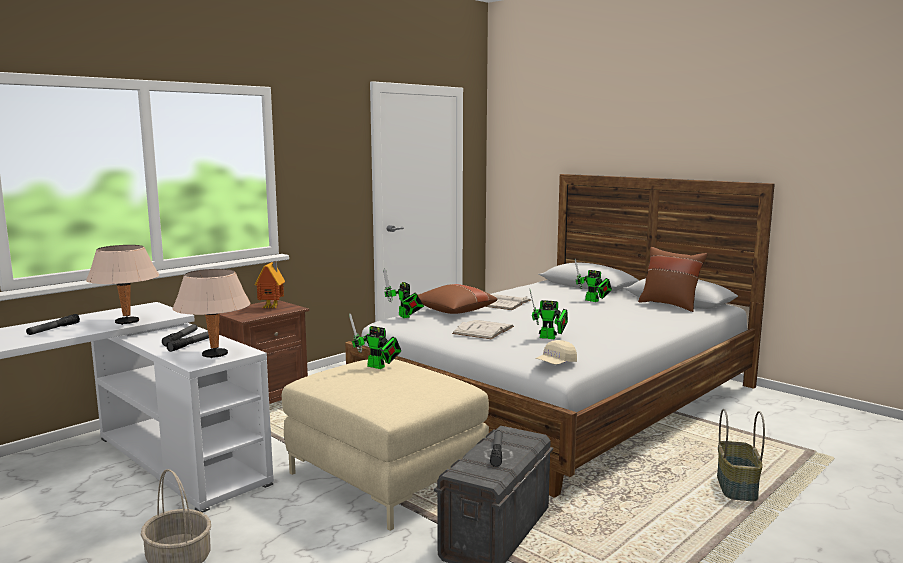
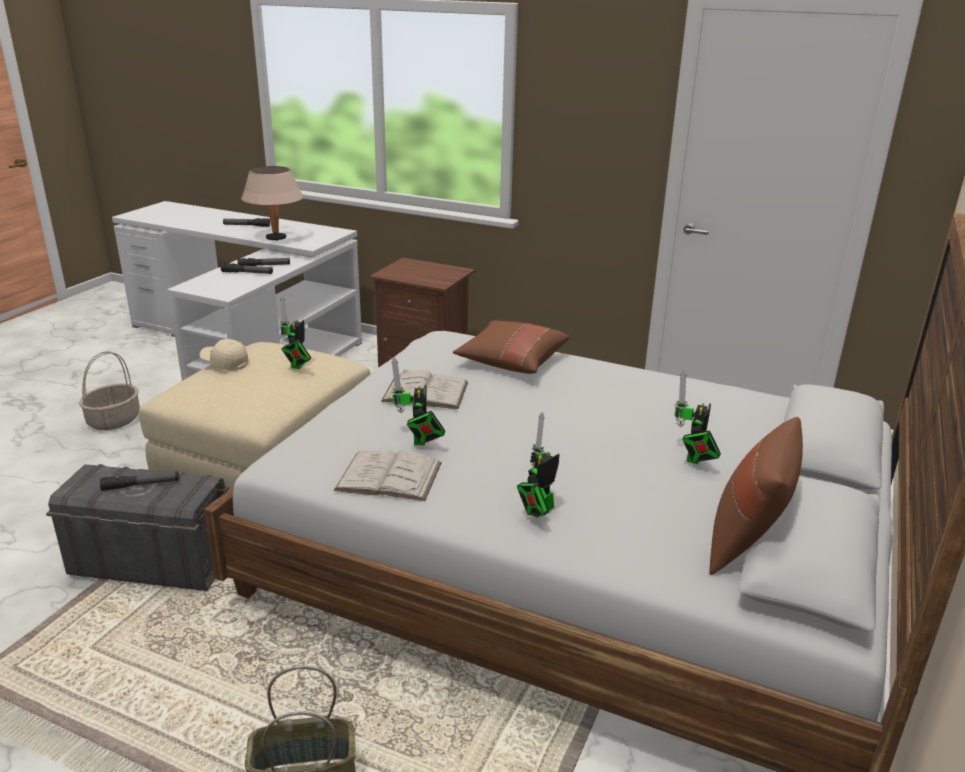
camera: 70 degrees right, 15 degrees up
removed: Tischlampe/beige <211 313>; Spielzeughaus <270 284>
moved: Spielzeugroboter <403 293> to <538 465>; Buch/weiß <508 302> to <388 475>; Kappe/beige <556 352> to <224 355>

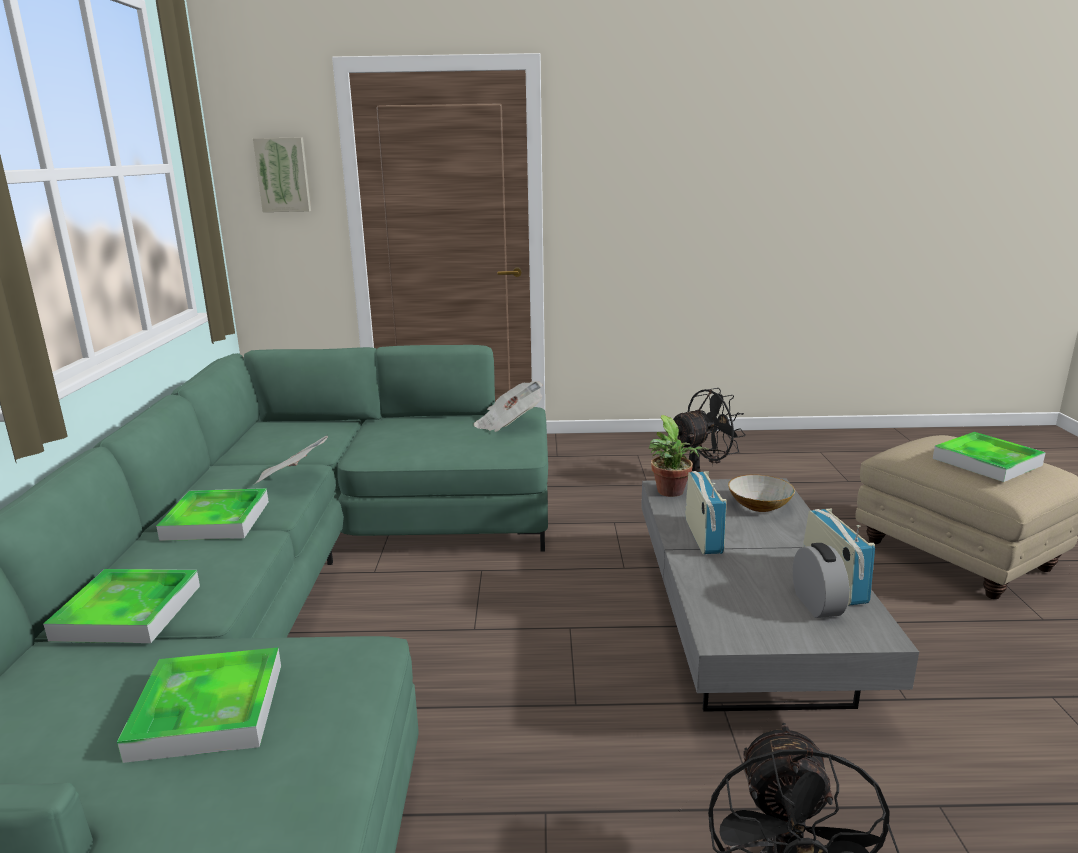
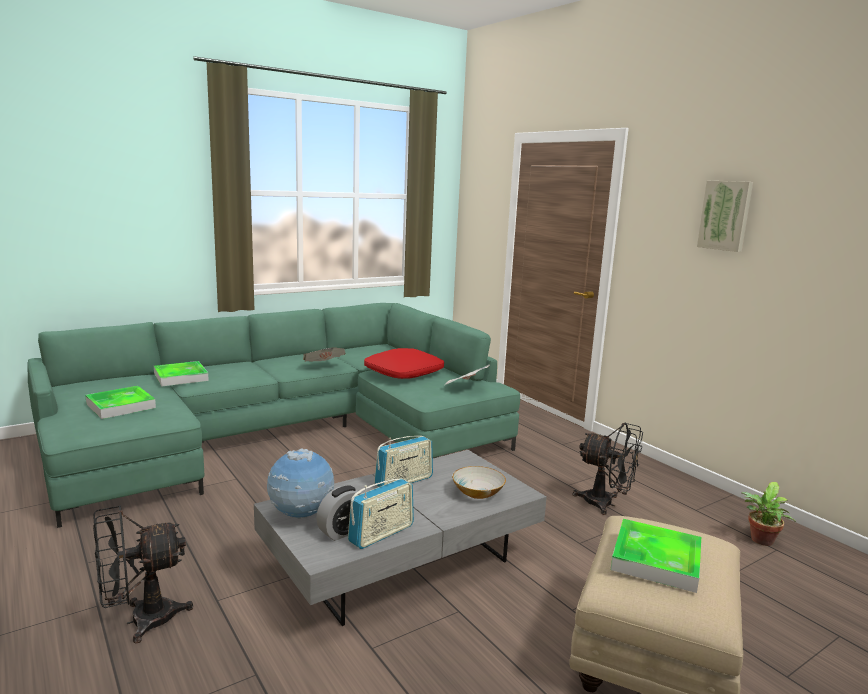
camera: 55 degrees right, 5 degrees down
removed: Tablett <212 514>
added: Globus <300 483>; Kissen/rot <404 363>
moved: Bild <282 175> to <725 216>; Topfpflanze <678 456> to <768 514>

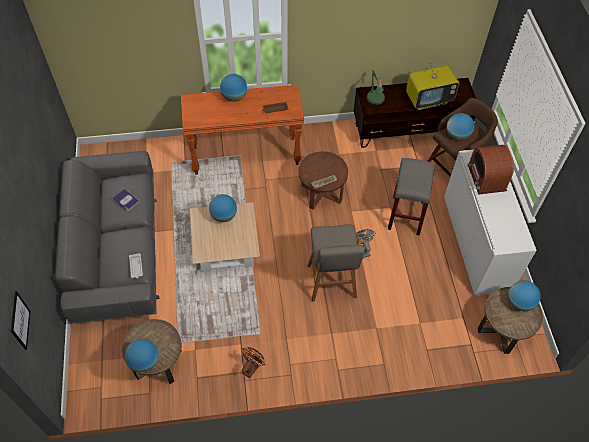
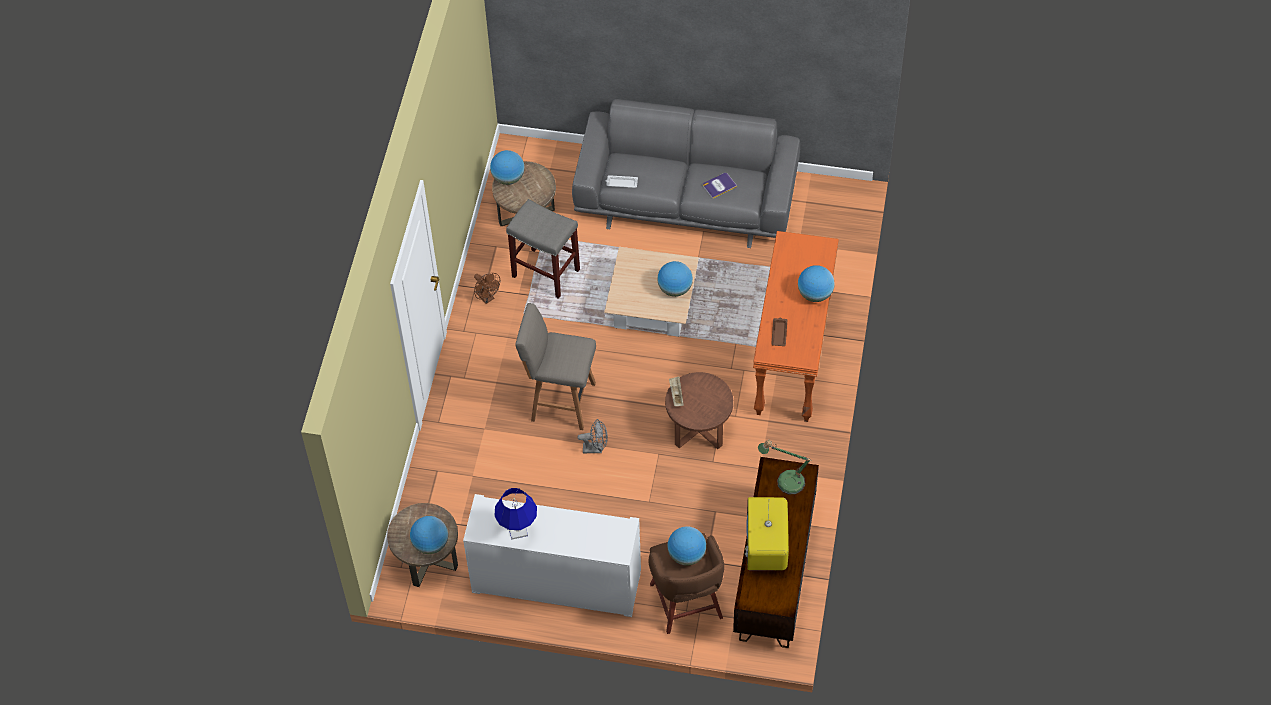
camera: 110 degrees right, 0 degrees up
removed: Bild <20 320>; Radio <490 170>
added: Tischlampe/blau <515 514>
moved: Hocker/grau <411 196> to <543 249>

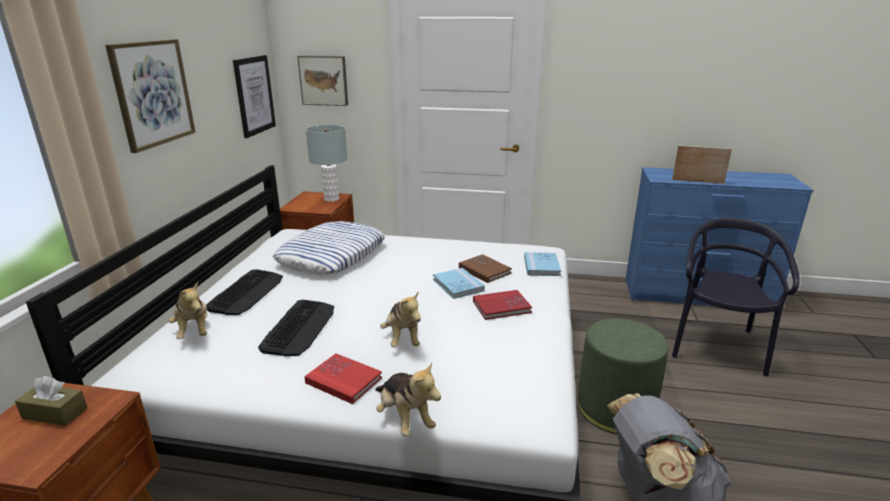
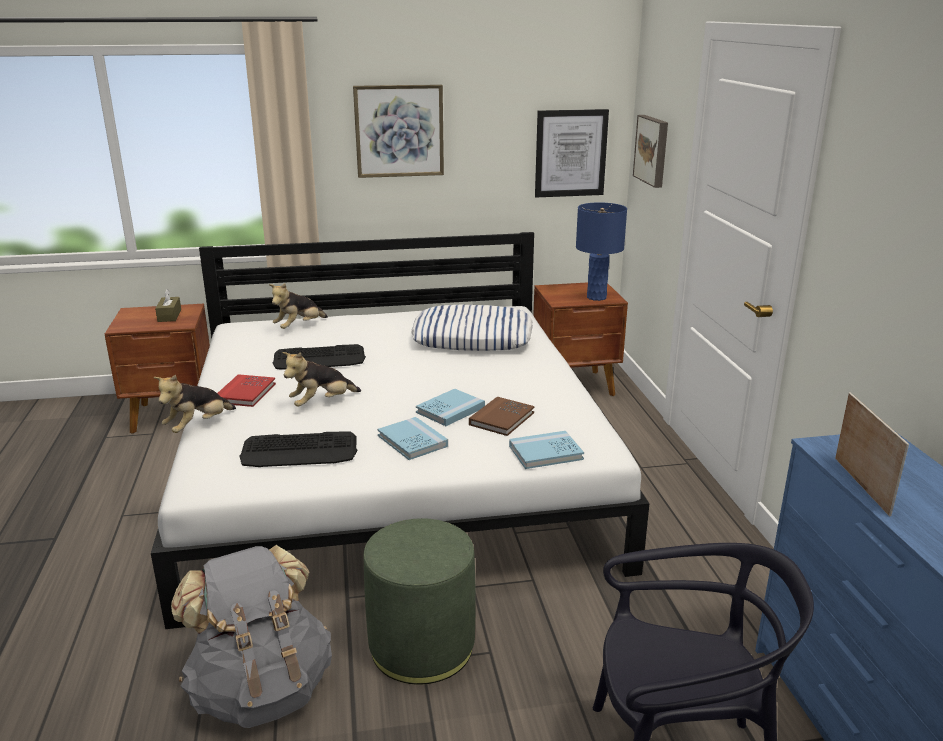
camera: 70 degrees right, 0 degrees up
moved: Tastatur <244 292> to <298 449>
recoloured: Tischlampe/grau <326 163> to Tischlampe/blau <601 251>; Buch/rot <502 305> to Buch/blau <412 438>

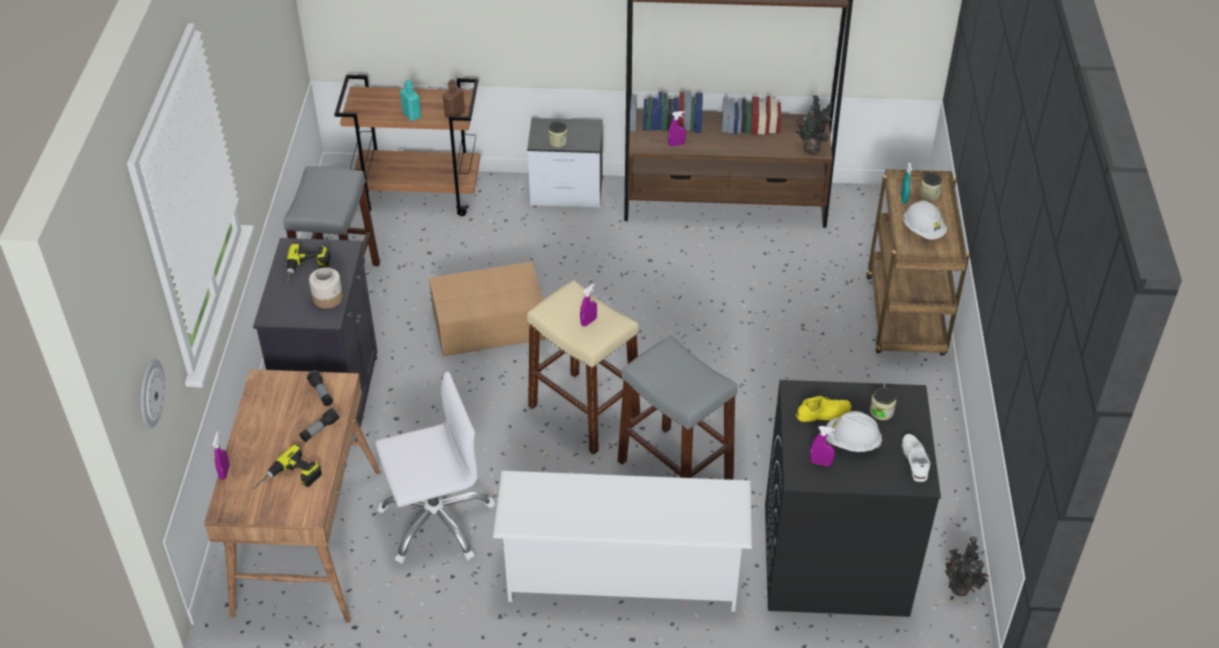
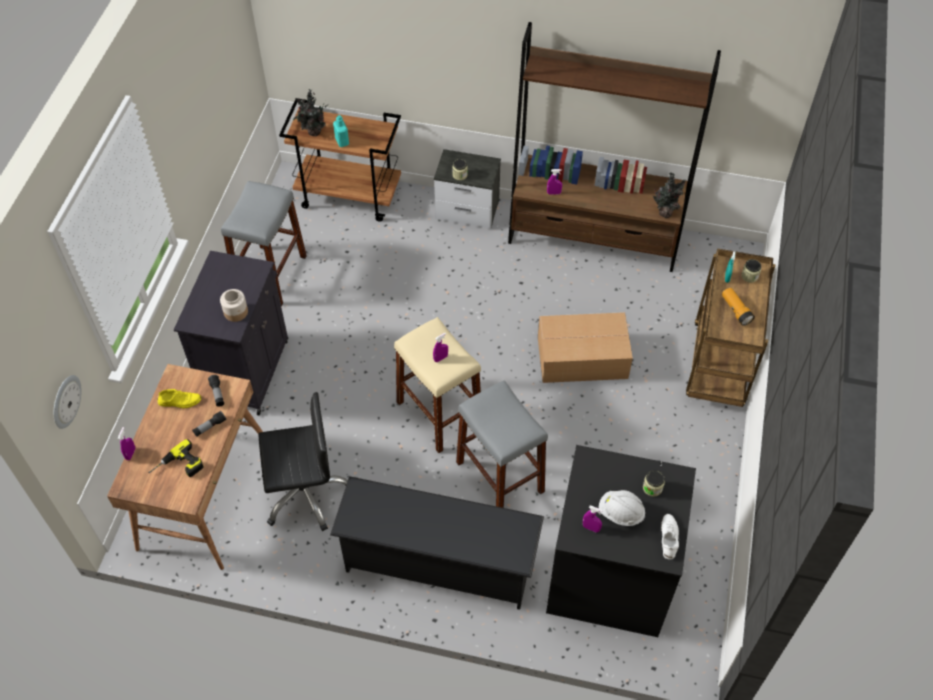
camera: 10 degrees right, 10 degrees up
removed: Bohrmaschine <308 265>; Flasche/braun <454 100>
moved: Karton <488 309> to <585 347>; Schuh/gelb <823 409> to <180 398>; Topfpflanze <967 566> to <310 112>
replaced: Schutzhelm/weiß <925 220> to Taschenlampe <738 307>
recoloured: Bürostuhl/weiß <435 468> to Bürostuhl/schwarz <303 461>; Schuhregal/weiß <622 541> to Schuhregal/schwarz <437 543>

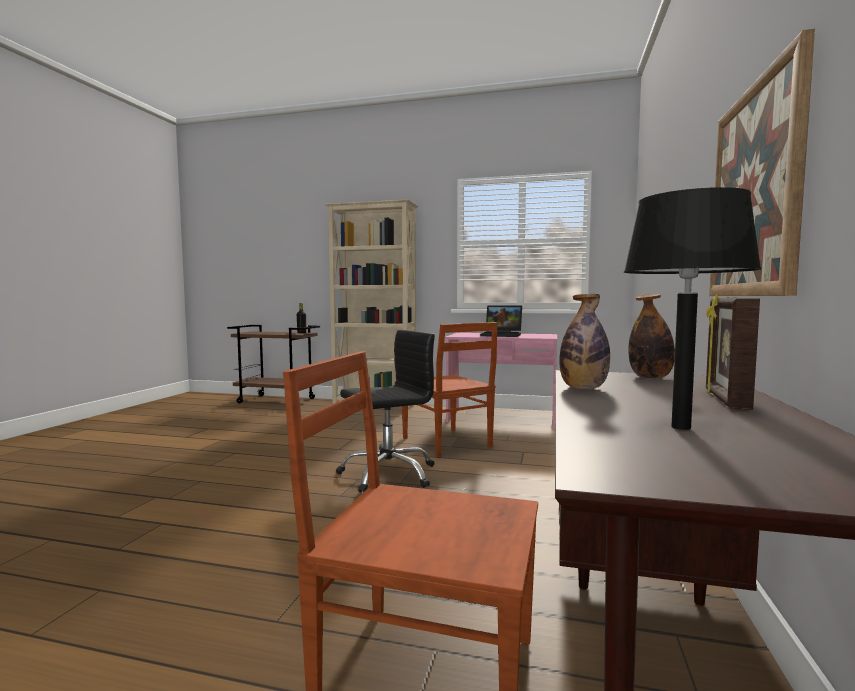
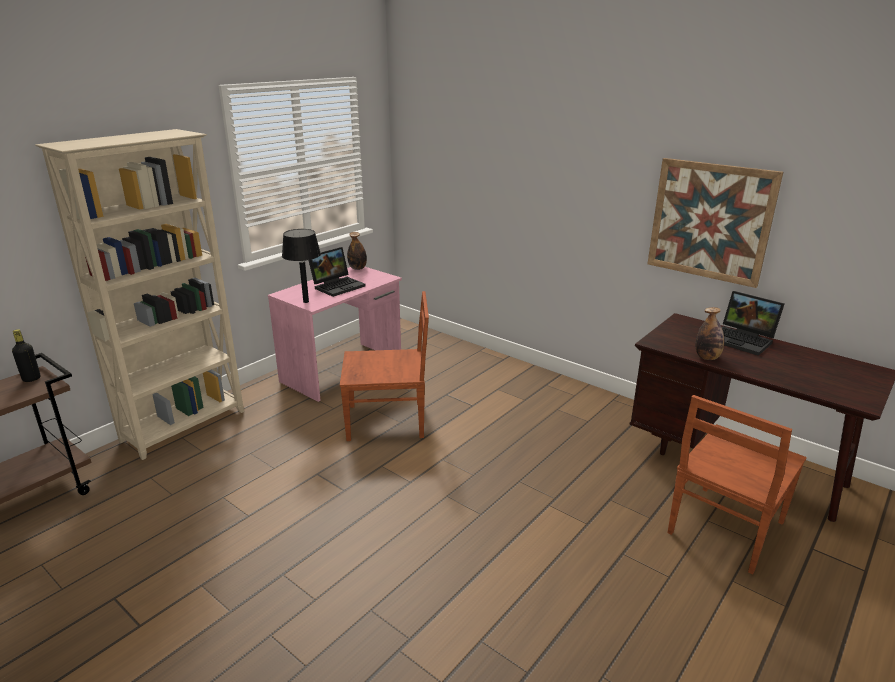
camera: 65 degrees left, 20 degrees up
removed: Bürostuhl/schwarz <385 411>
moved: Tischlampe/schwarz <693 308> to <301 266>; Flasche <651 336> to <357 251>
replaced: Bilderrahmen <733 352> to Laptop <753 323>

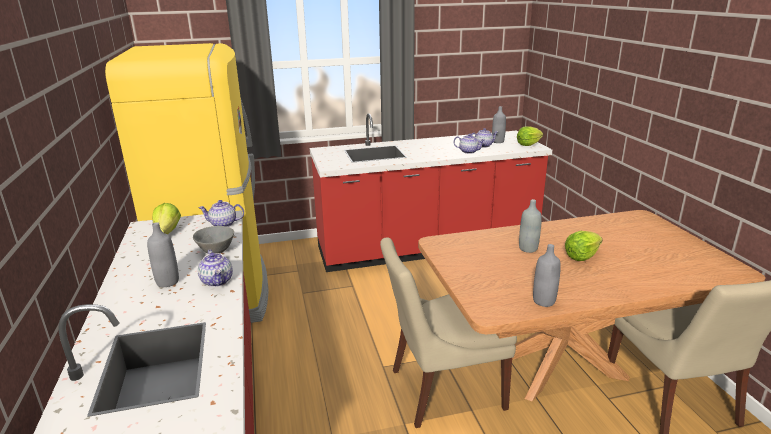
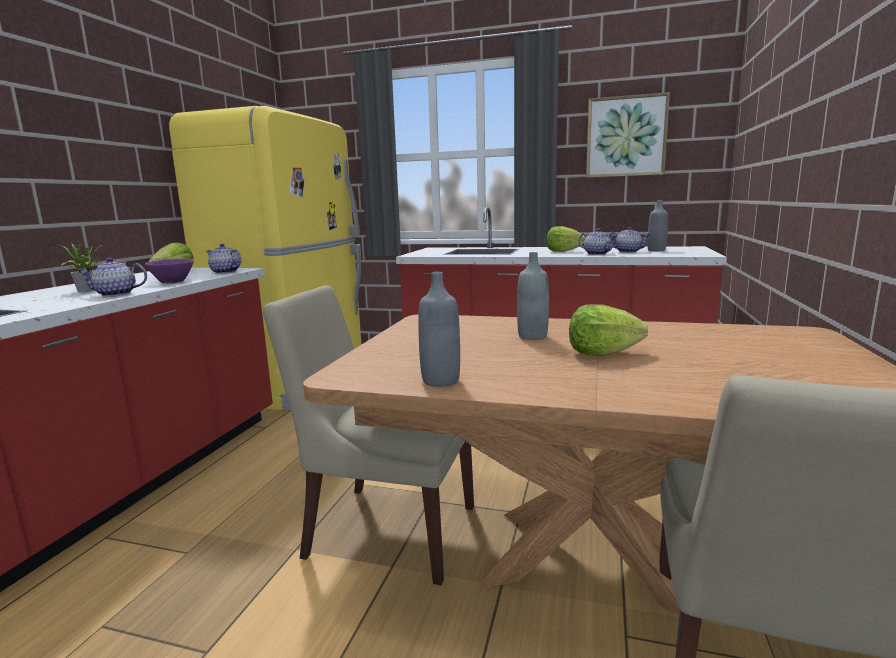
camera: 30 degrees right, 10 degrees down
added: Bild <628 135>
moved: Salatkopf <530 136> to <566 239>
replaced: Flasche/grau <163 254> to Topfpflanze <79 267>
recoloured: Schüssel/grau <213 239> to Schüssel/lila <169 271>
turned: Teekanne <215 268> = <112 277> 75 degrees clockwise

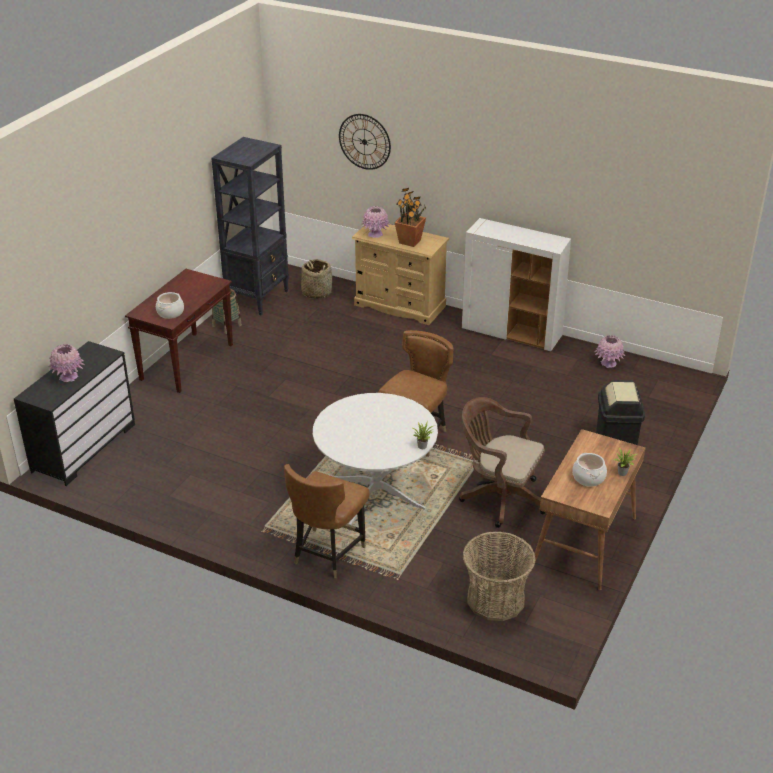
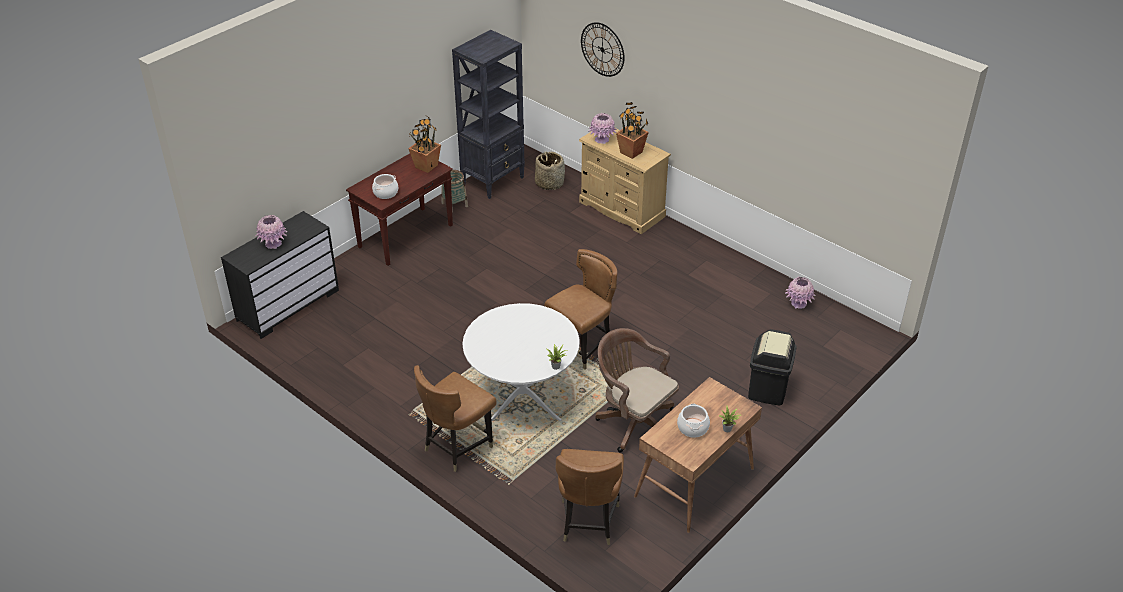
camera: 15 degrees right, 5 degrees up
removed: Schrank/weiß <516 285>
added: Topfpflanze <424 144>
replaced: Korb <499 576> to Stuhl/braun <590 497>

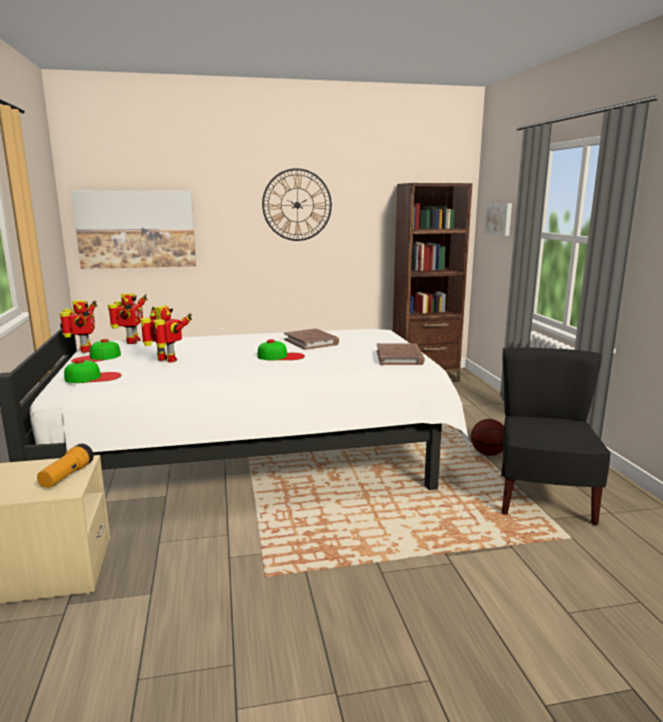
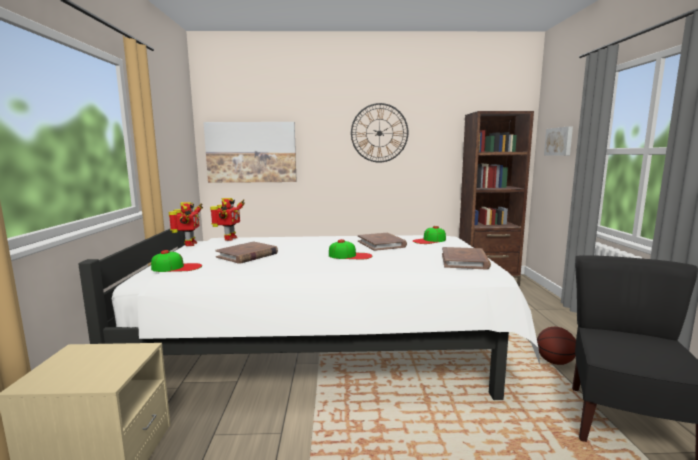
camera: 10 degrees right, 5 degrees down
removed: Taschenlampe <65 466>
moved: Kappe <96 351> to <429 235>
replaced: Spielzeugroboter <166 334> to Buch/braun <246 252>

